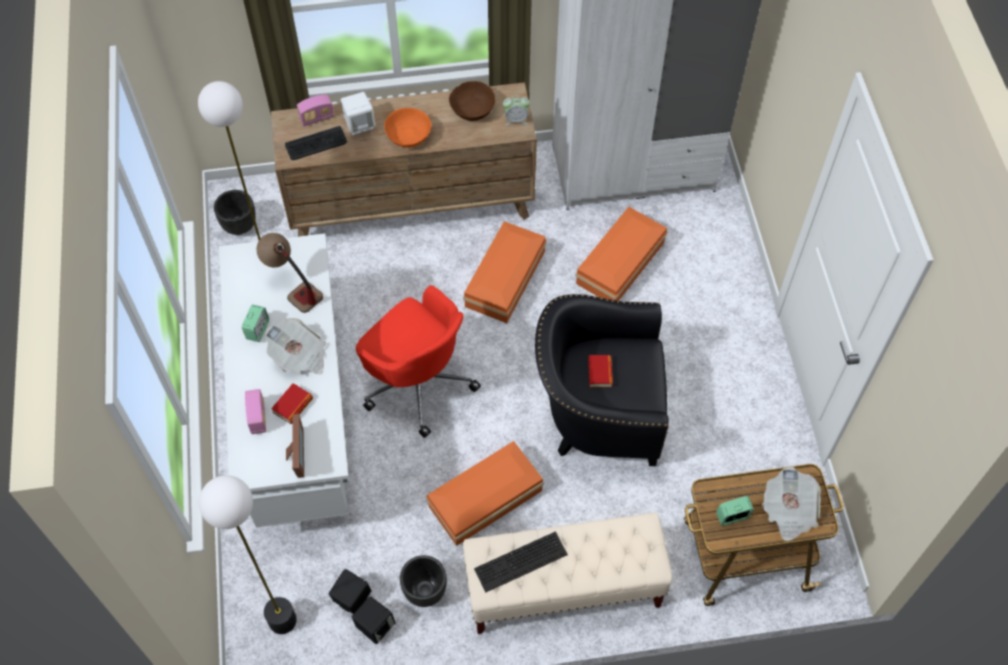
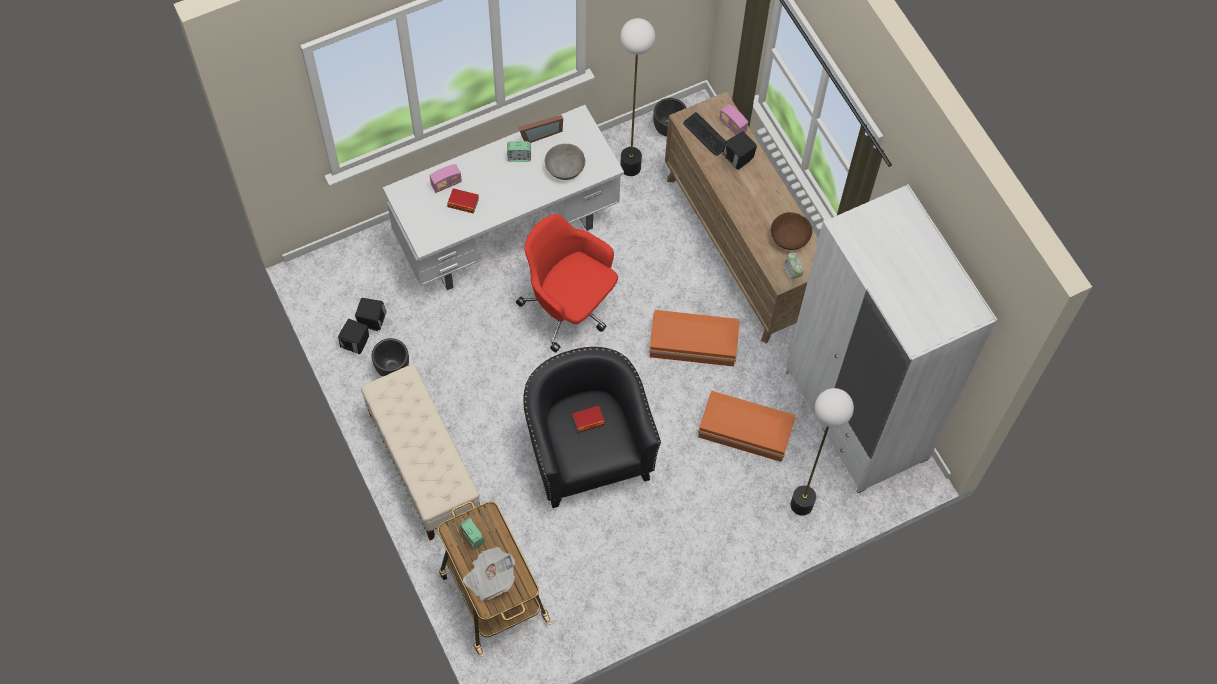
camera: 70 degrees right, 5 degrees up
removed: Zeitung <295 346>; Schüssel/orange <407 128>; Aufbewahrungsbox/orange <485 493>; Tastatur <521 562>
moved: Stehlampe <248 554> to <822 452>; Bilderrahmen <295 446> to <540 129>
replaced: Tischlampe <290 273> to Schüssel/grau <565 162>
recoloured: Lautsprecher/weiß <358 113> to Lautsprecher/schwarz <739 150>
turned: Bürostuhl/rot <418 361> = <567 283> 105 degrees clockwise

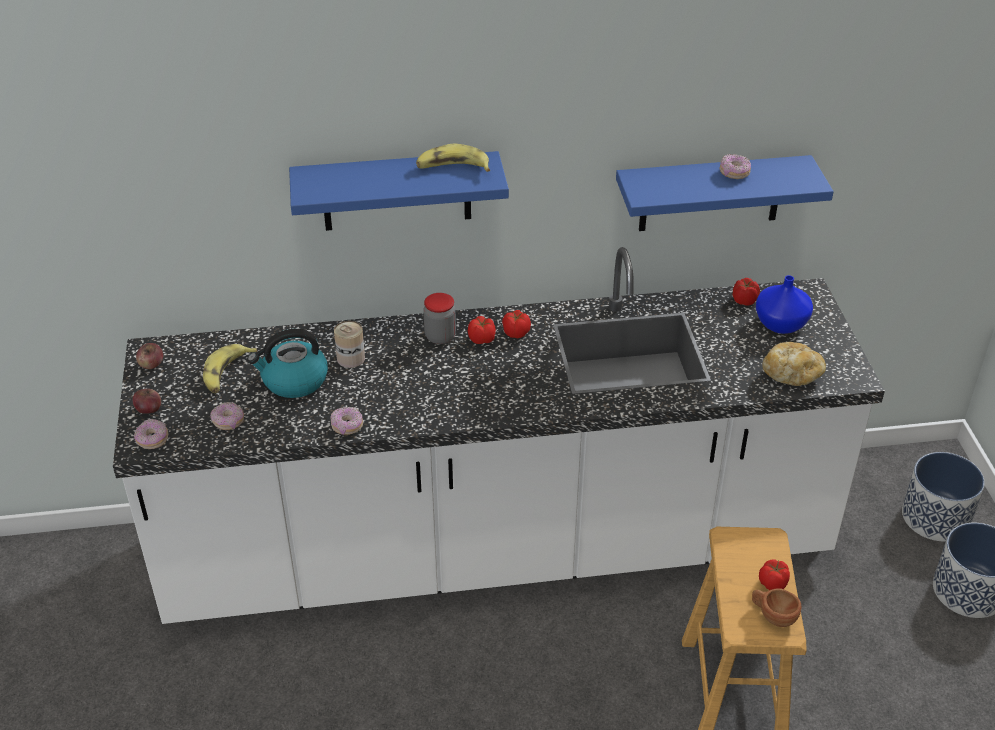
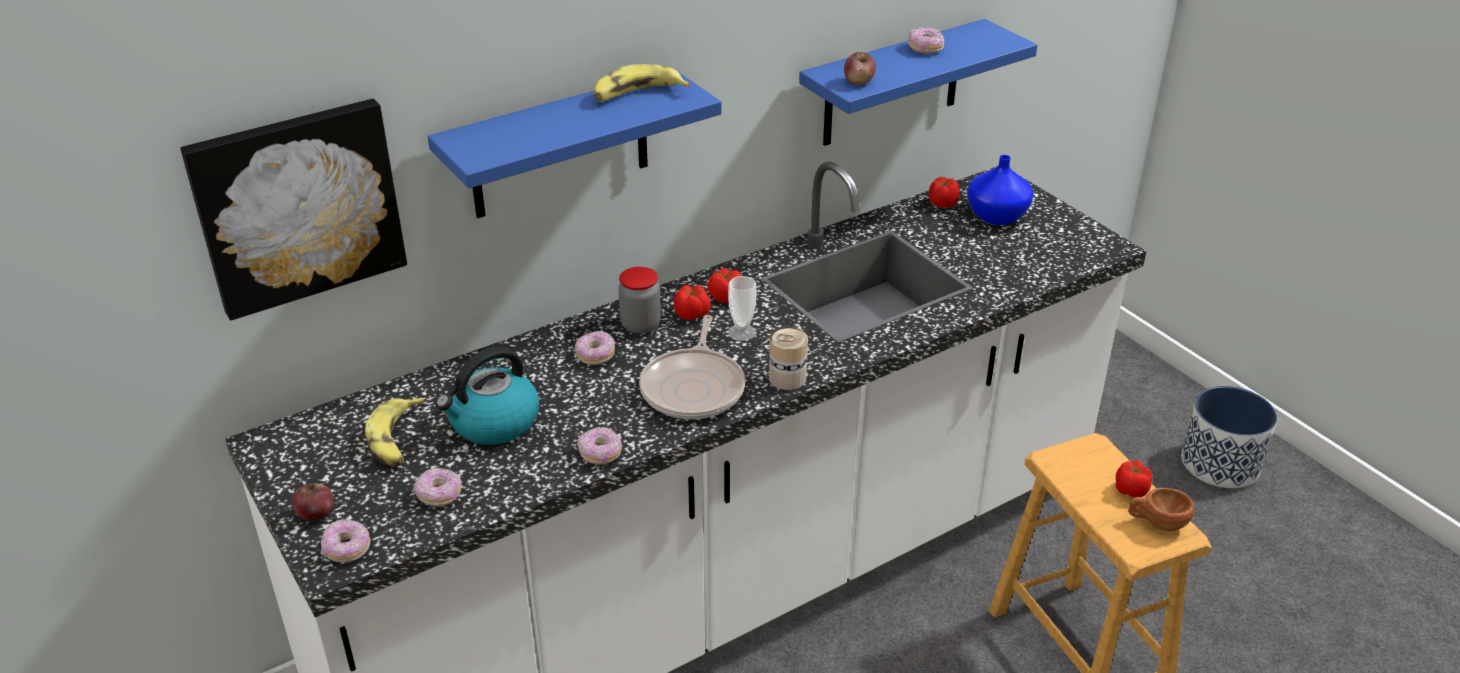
camera: 25 degrees left, 5 degrees down
removed: Brot <794 364>; Pflanzkübel <943 497>
added: Bild <294 209>; Donut <595 348>; Pfanne <692 367>; Tasse <742 308>
moved: Apfel <149 356> to <860 68>; Dose <349 344> to <788 358>

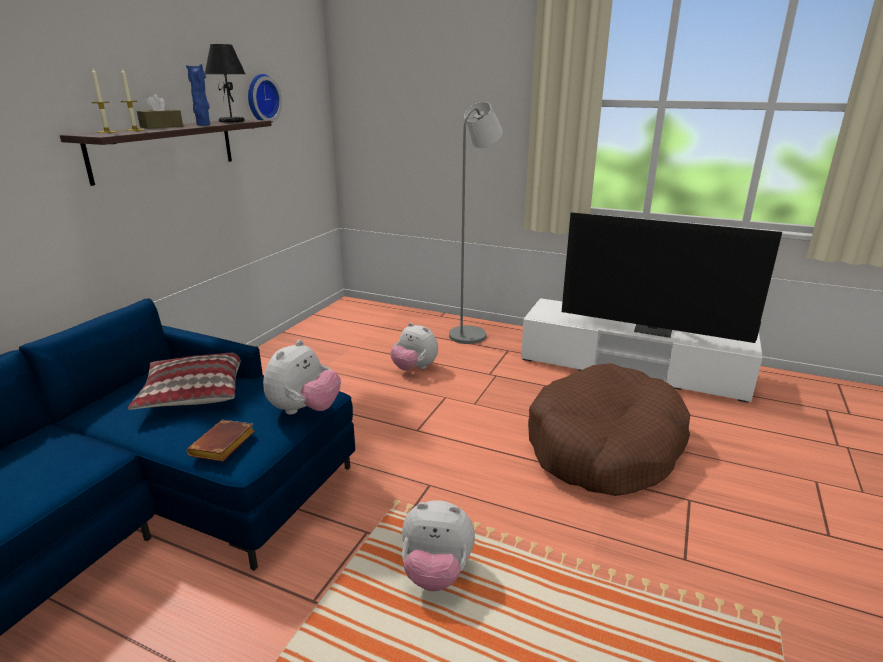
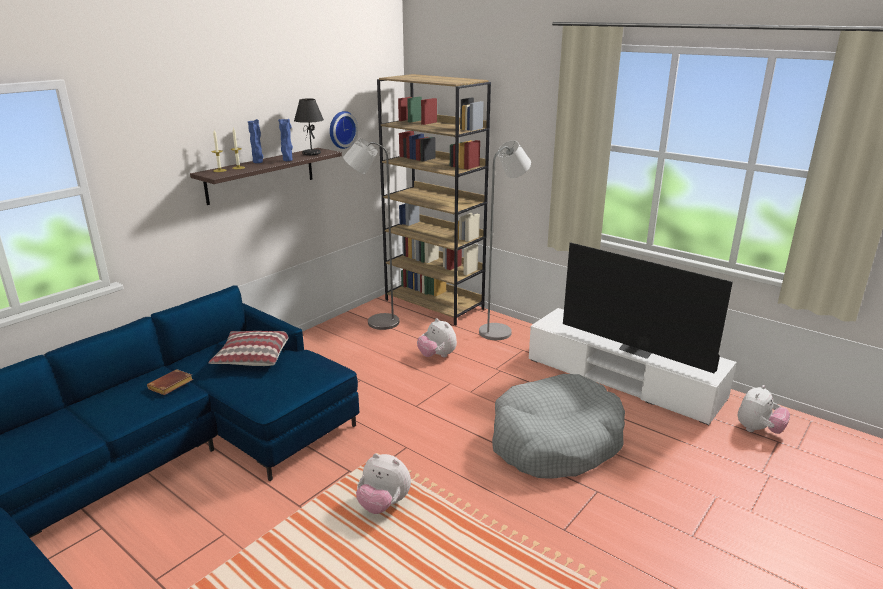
camera: 15 degrees right, 0 degrees up
added: Stehlampe/grau <371 234>; Bücherregal/braun <434 199>
moved: Buch/braun <221 441> to <170 382>; Plüschtier <302 377> to <764 409>
replaced: Taschentuchbox/braun <160 111> to Vase/blau <256 141>
recoloured: Hundebett/braun <609 429> to Hundebett/grau <558 426>

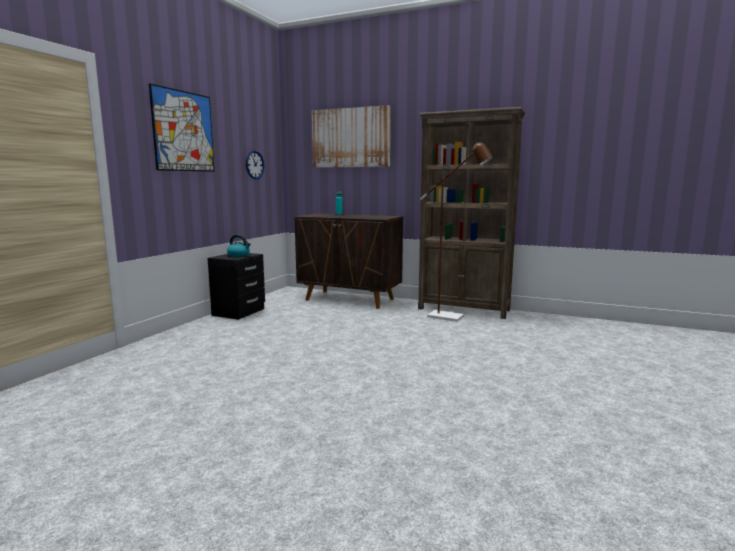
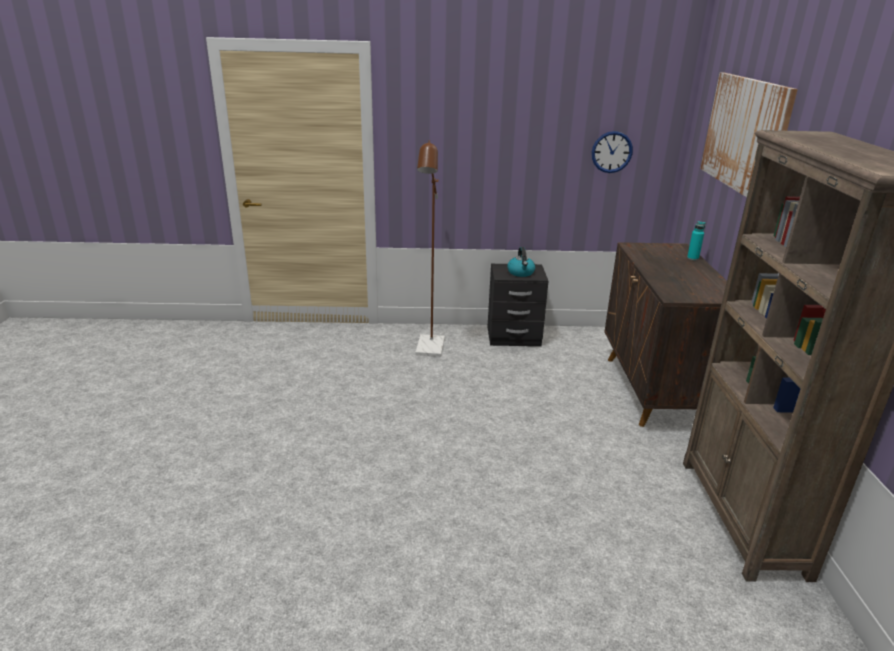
camera: 65 degrees right, 15 degrees up
removed: Bild <181 128>
moved: Stehlampe/braun <456 231> to <430 248>

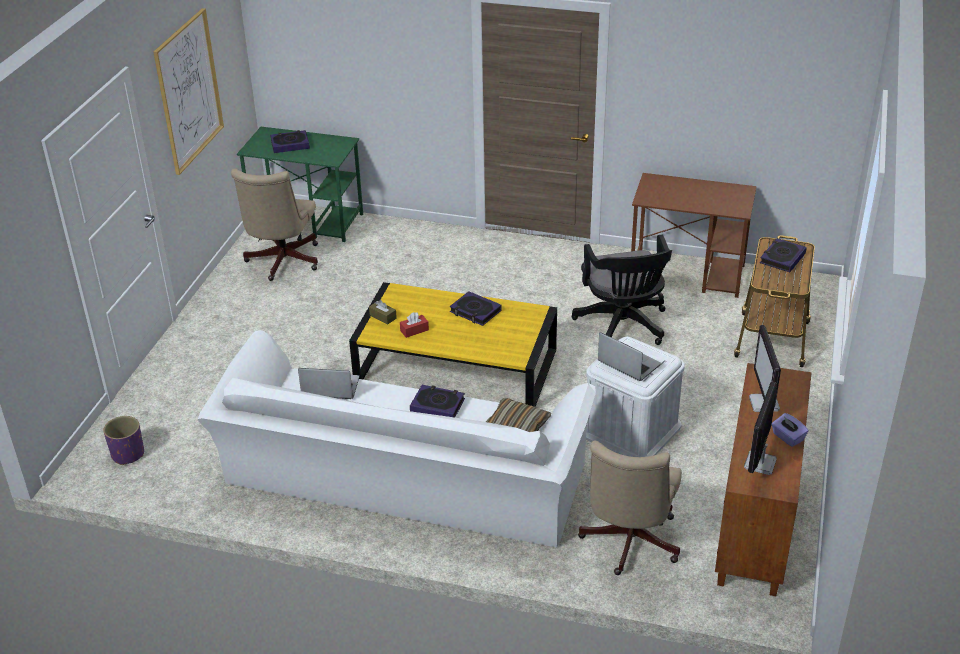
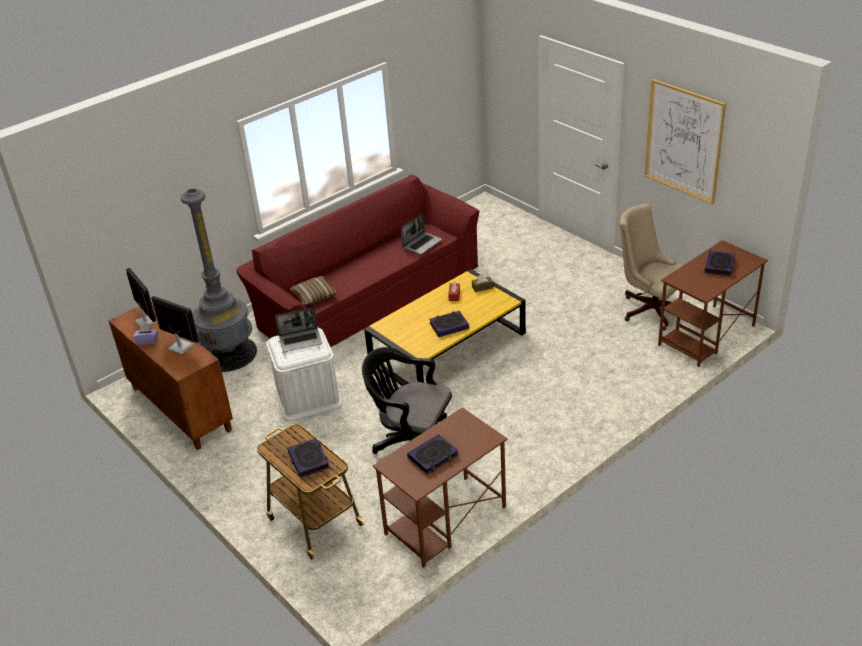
camera: 125 degrees right, 0 degrees up
removed: Pflanzkübel/lila <123 440>
moved: Buch <437 401> to <433 454>
replaced: Bürostuhl/beige <630 508> to Stehlampe/grau <219 280>
recoloured: Sofa/weiß <397 438> to Sofa/rot <357 260>; Schreibtisch/grün <300 184> to Schreibtisch/braun <713 303>

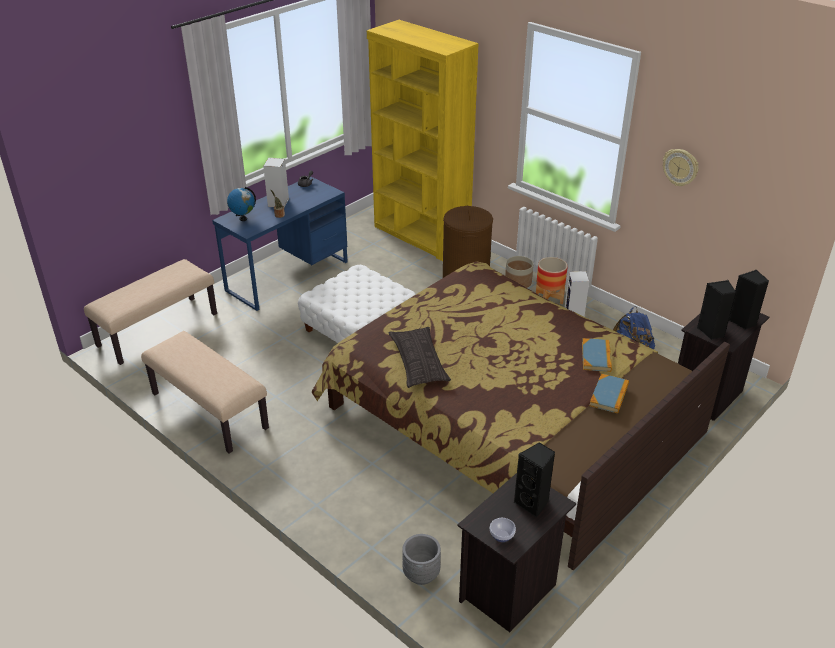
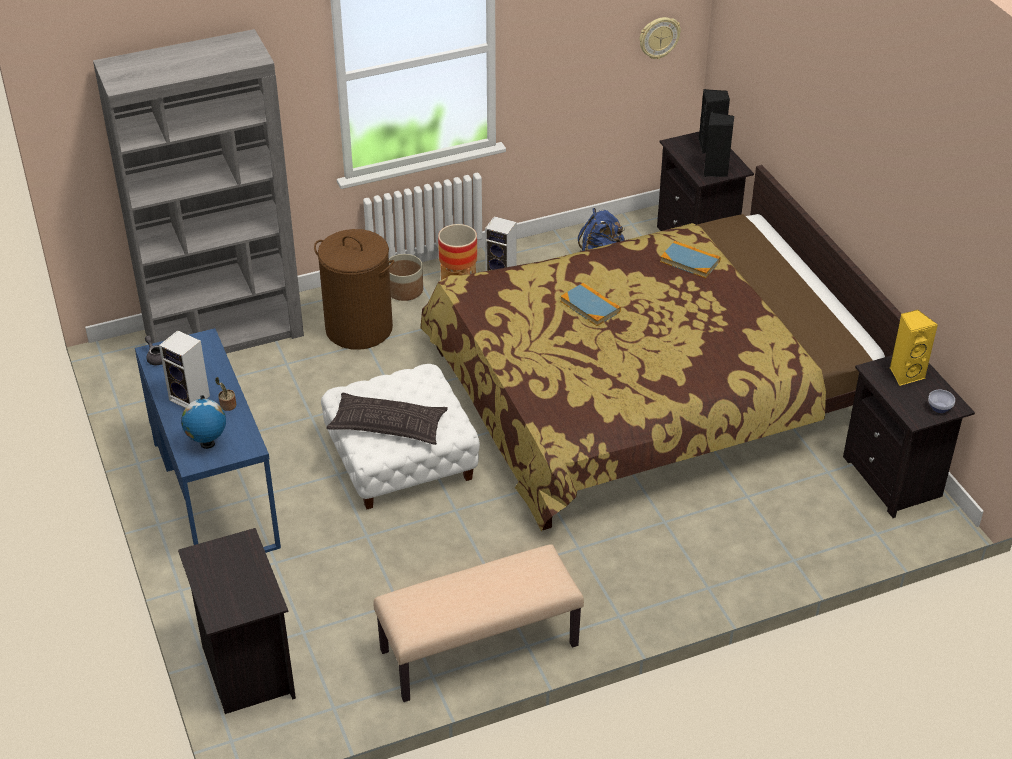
camera: 65 degrees left, 5 degrees up
removed: Pflanzkübel/grau <421 559>
moved: Kissen <420 357> to <387 418>; Buch <609 394> to <590 304>; Wanduhr <680 167> to <660 38>
replaced: Bank/beige <150 312> to Nachttisch/schwarz <237 621>
recoloured: Bücherregal/gelb <423 140> to Bücherregal/grau <198 191>; Lautsprecher/schwarz <534 480> to Lautsprecher/gelb <914 347>

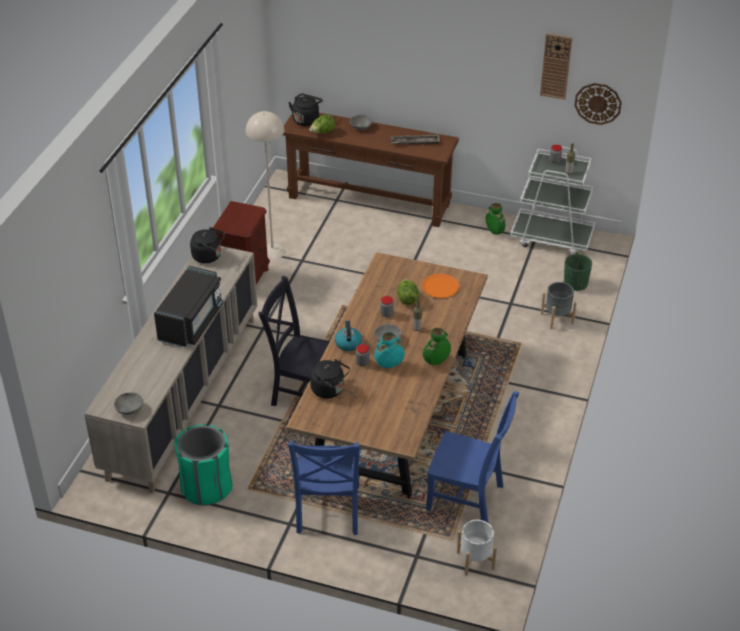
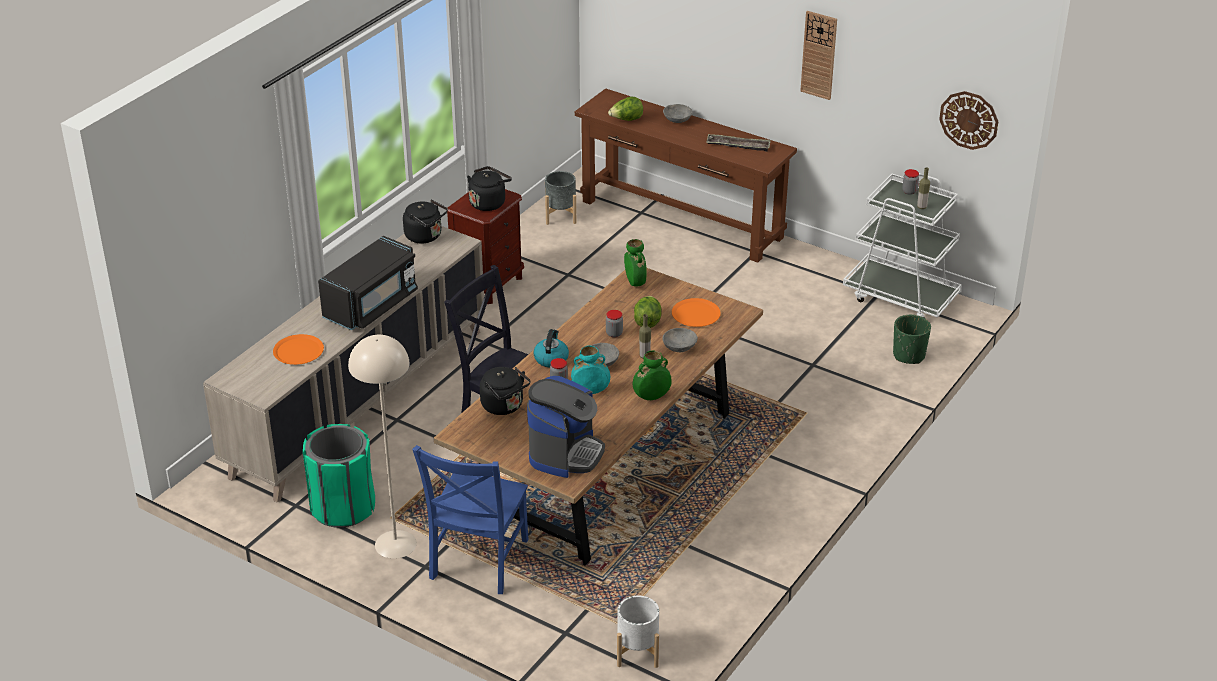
camera: 15 degrees right, 5 degrees down
removed: Stuhl/blau <472 456>
added: Teller/orange <298 349>; Kaffeemaschine <566 427>
moved: Schüssel/grau <128 403> to <680 340>; Stehlampe/beige <266 185> to <382 447>; Wasserkessel/schwarz <305 109> to <489 188>; Vase/grün <495 219> to <635 262>; Wanduhr <556 66> to <818 55>; Pflanzkübel/grau <559 305> to <560 198>

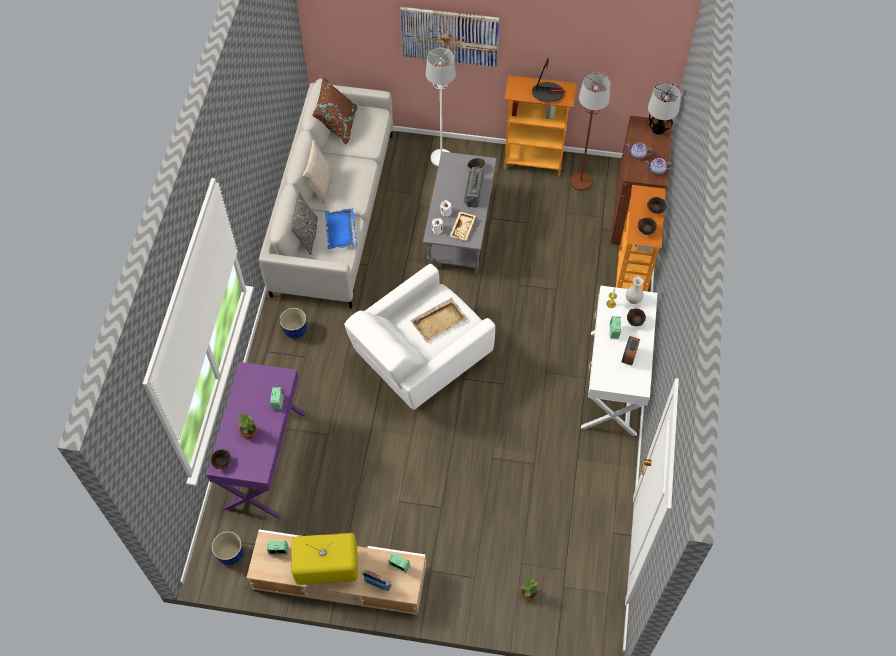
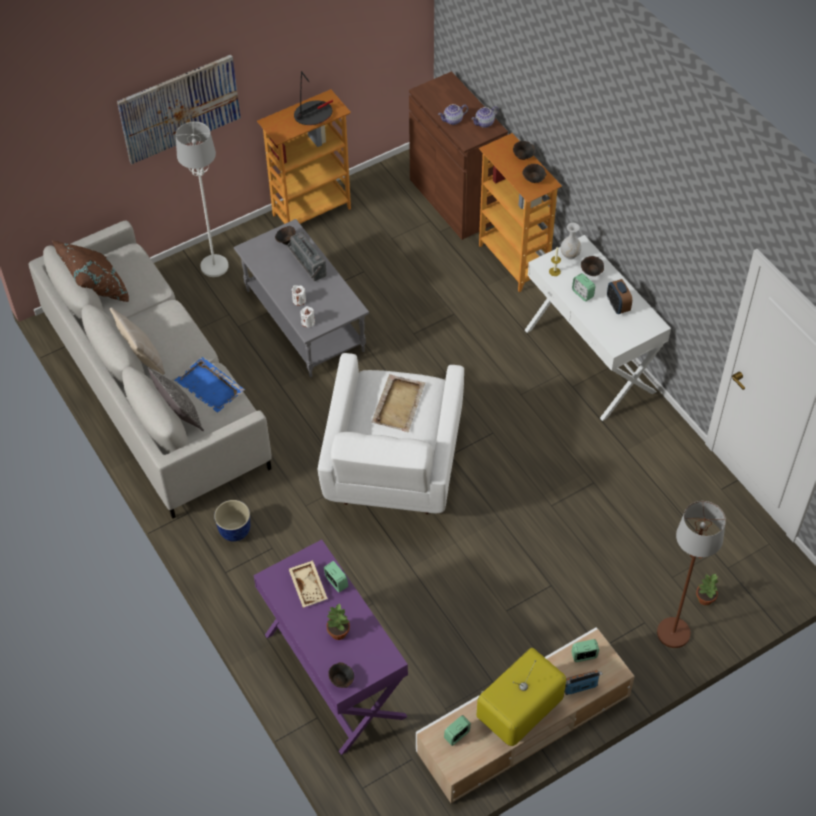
camera: 40 degrees left, 5 degrees down
removed: Pflanzkübel <227 548>; Tischlampe <664 108>
moved: Tablett/beige <463 226> to <308 584>; Stehlampe/braun <590 131> to <691 574>

